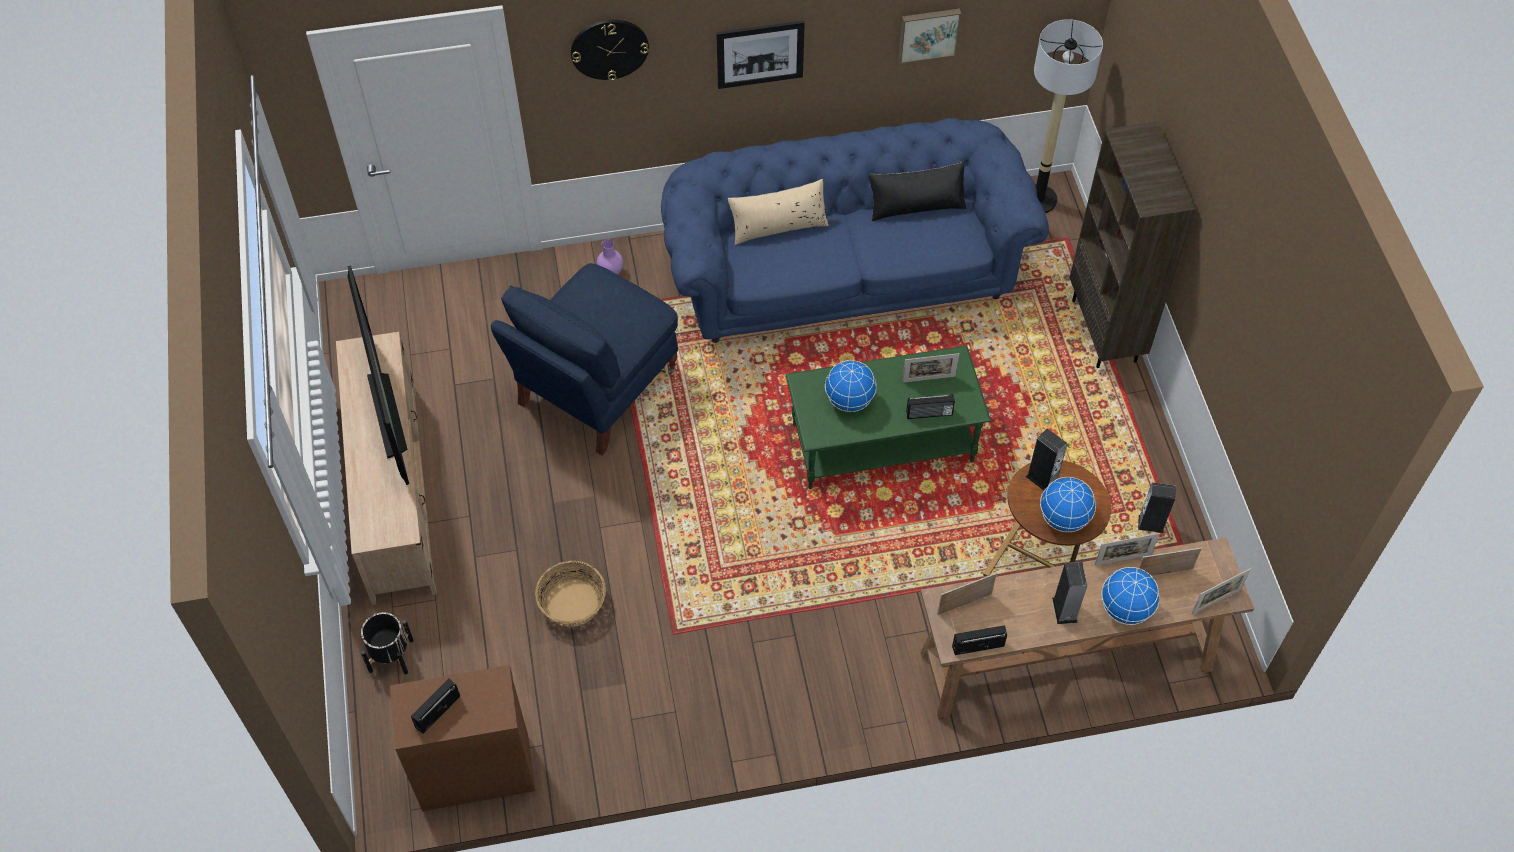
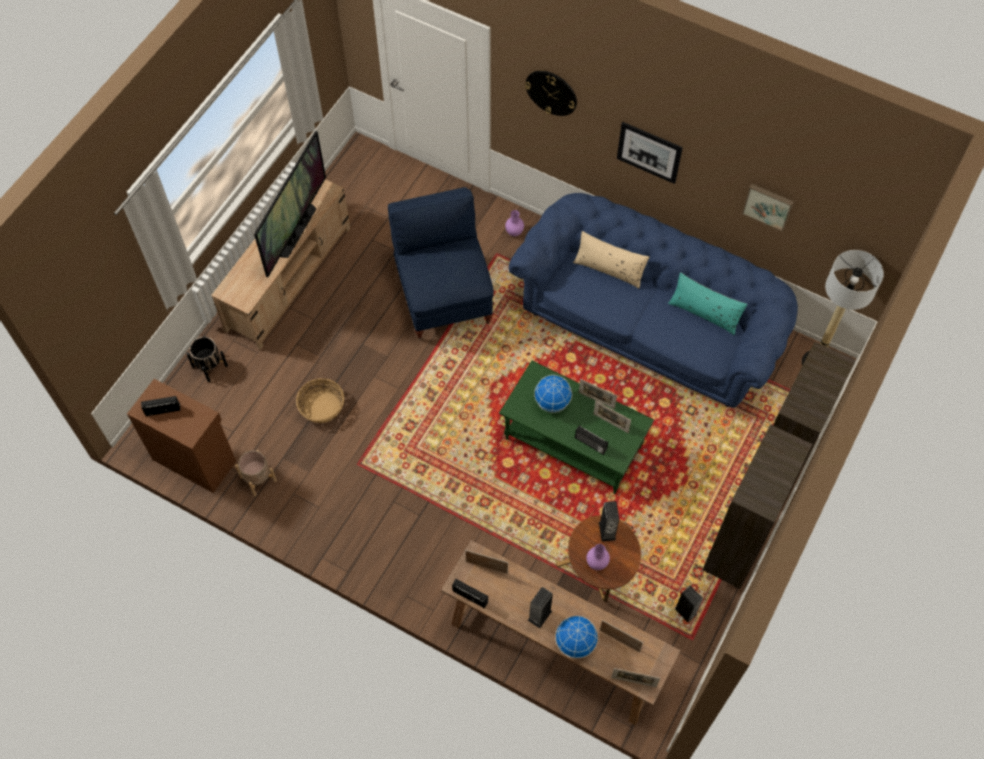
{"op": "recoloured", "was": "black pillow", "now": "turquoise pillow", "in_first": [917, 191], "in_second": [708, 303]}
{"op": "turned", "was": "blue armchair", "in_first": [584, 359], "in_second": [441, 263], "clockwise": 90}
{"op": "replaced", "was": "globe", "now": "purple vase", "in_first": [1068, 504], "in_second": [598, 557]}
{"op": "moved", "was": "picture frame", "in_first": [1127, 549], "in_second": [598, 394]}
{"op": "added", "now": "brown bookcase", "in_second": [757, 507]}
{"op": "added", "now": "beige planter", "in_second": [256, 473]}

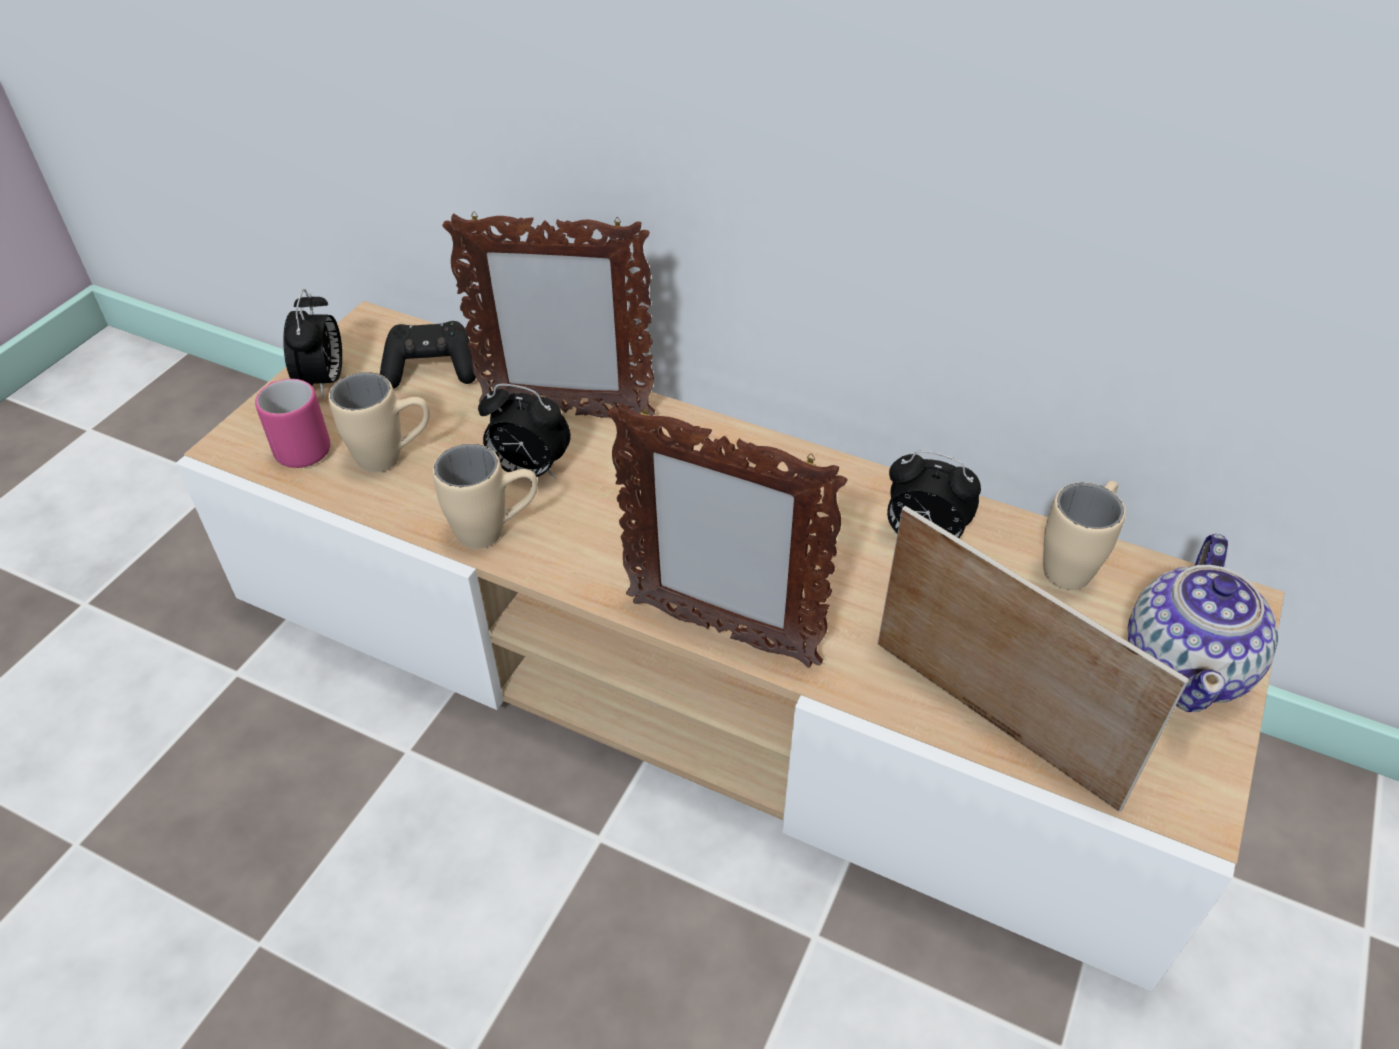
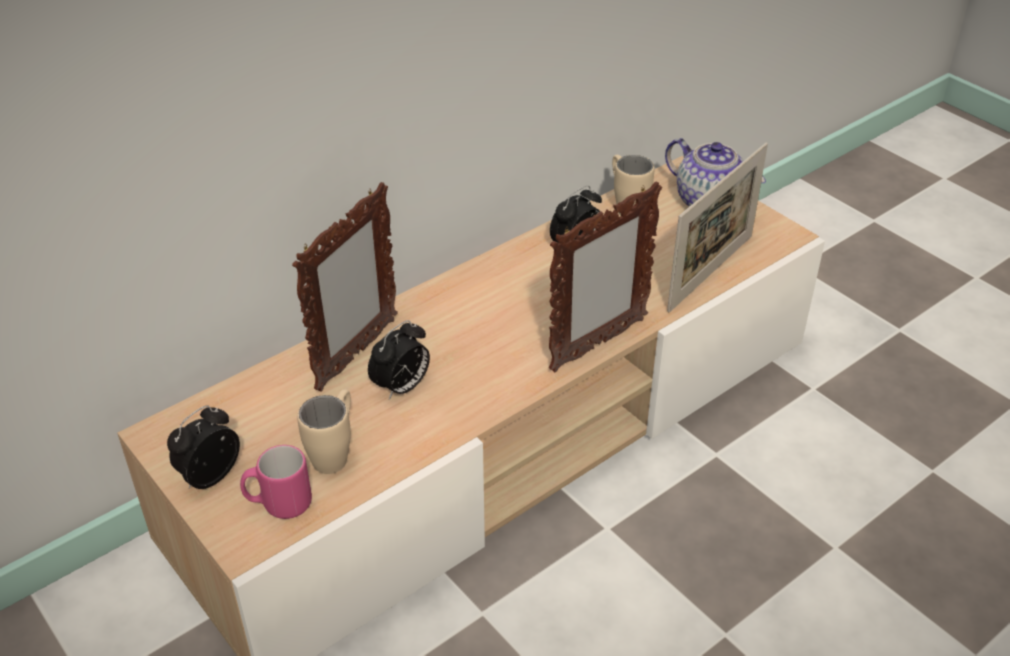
{"op": "turned", "was": "alarm clock", "in_first": [312, 343], "in_second": [203, 447], "clockwise": -75}
{"op": "removed", "was": "black game controller", "in_first": [428, 355]}
{"op": "removed", "was": "beige mug", "in_first": [485, 496]}
{"op": "turned", "was": "picture frame", "in_first": [1033, 658], "in_second": [717, 227], "clockwise": 150}

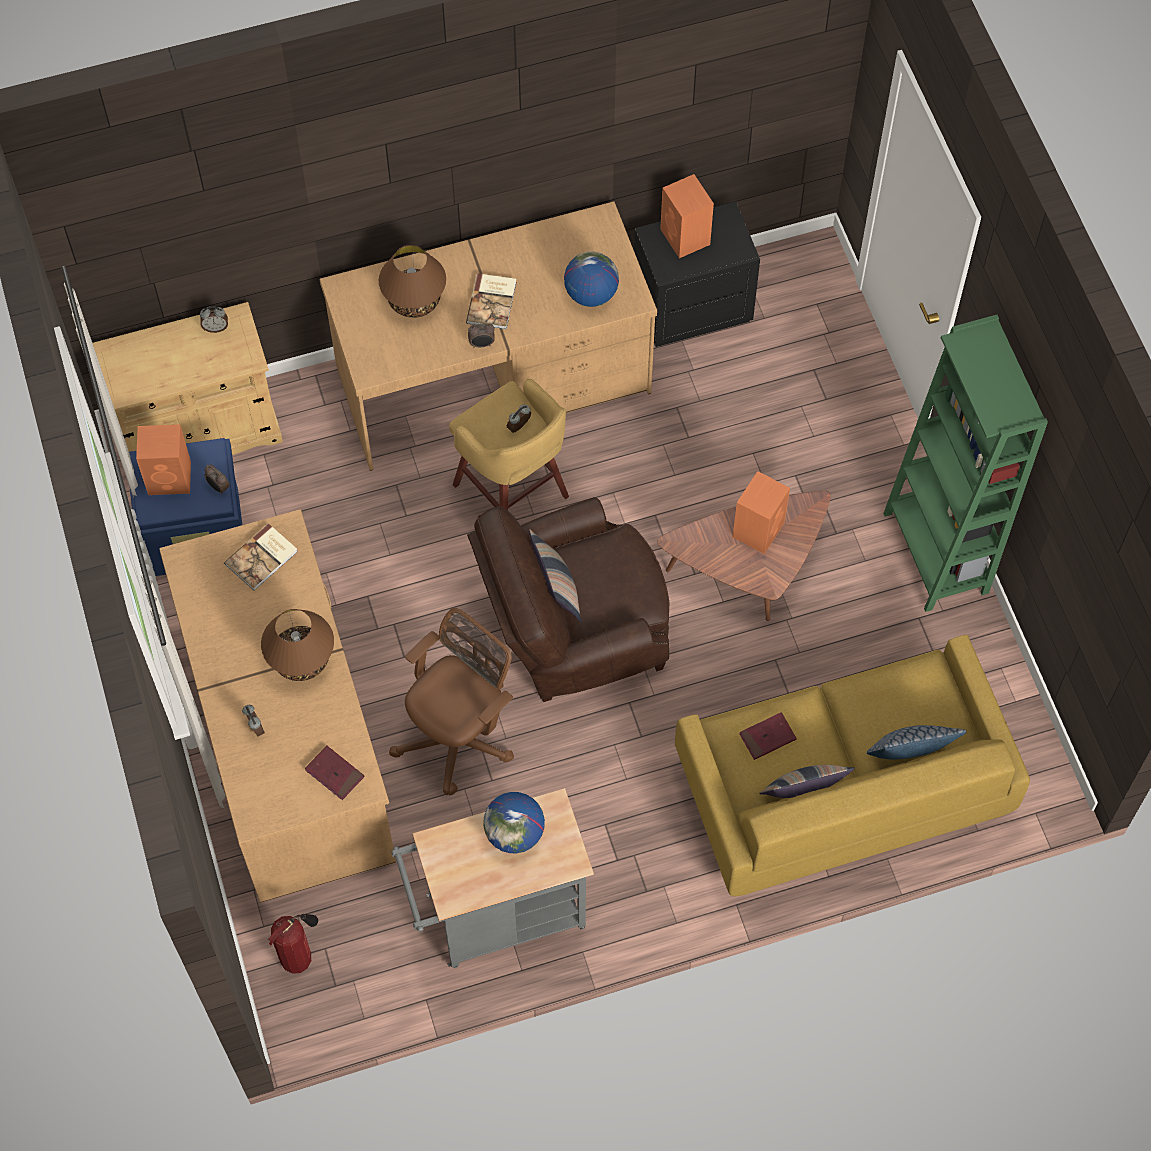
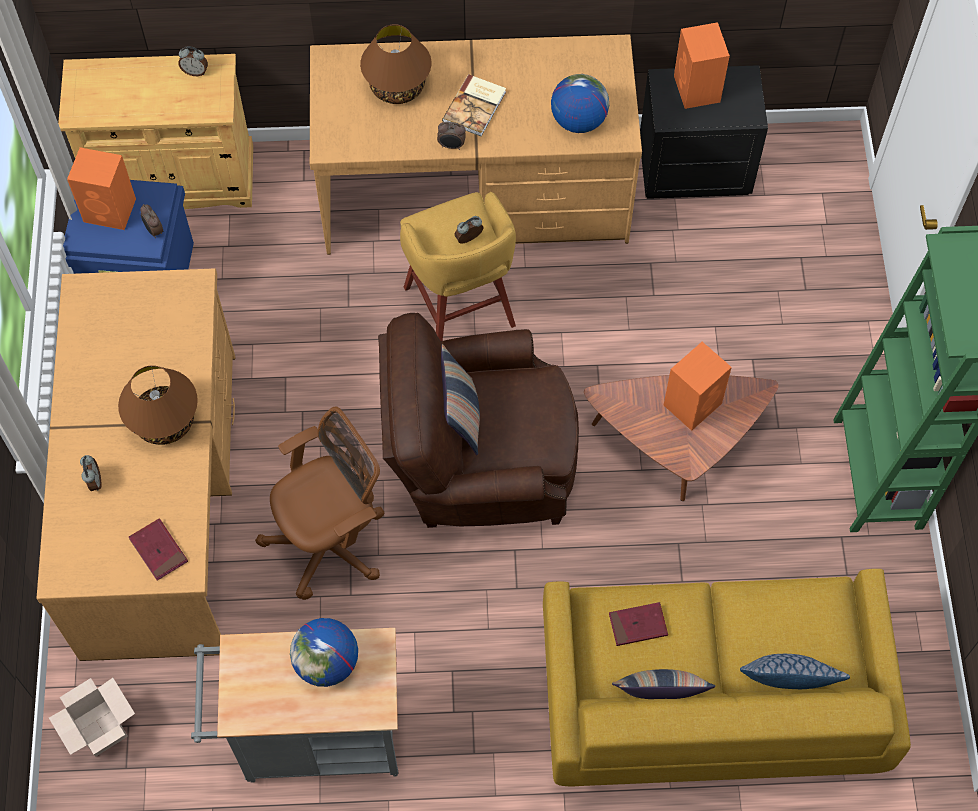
{"op": "removed", "was": "book", "in_first": [261, 557]}
{"op": "replaced", "was": "fire extinguisher", "now": "cardboard box", "in_first": [293, 944], "in_second": [92, 717]}

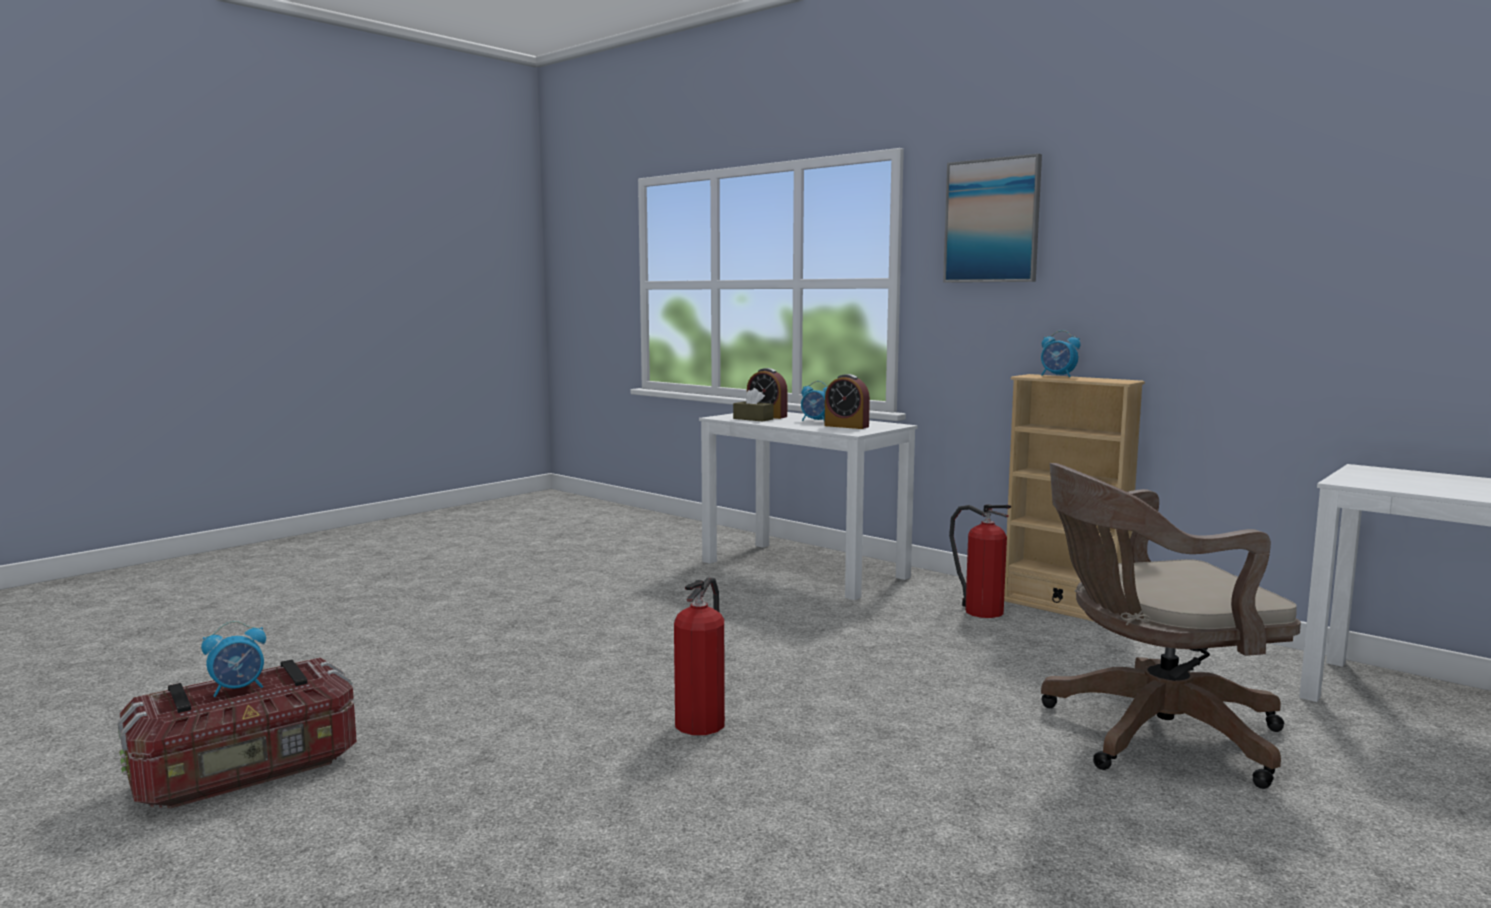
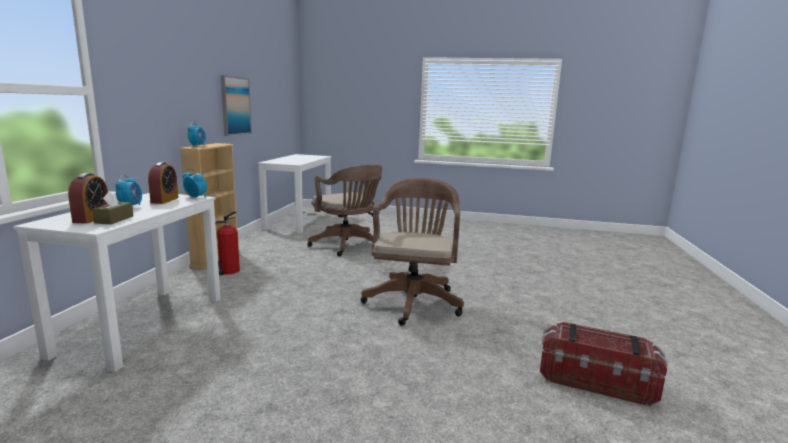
{"op": "moved", "was": "picture", "in_first": [992, 218], "in_second": [236, 105]}
{"op": "replaced", "was": "fire extinguisher", "now": "brown office chair", "in_first": [699, 656], "in_second": [412, 252]}
{"op": "moved", "was": "alarm clock", "in_first": [233, 659], "in_second": [195, 183]}

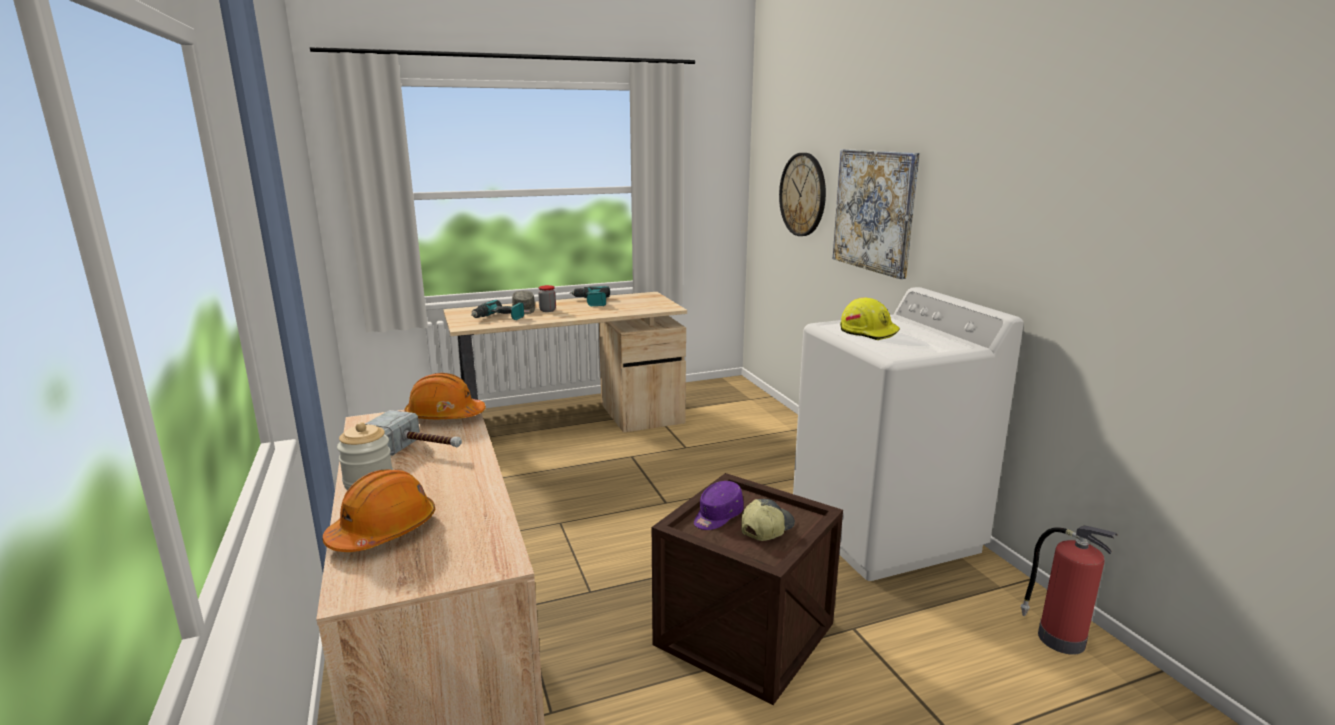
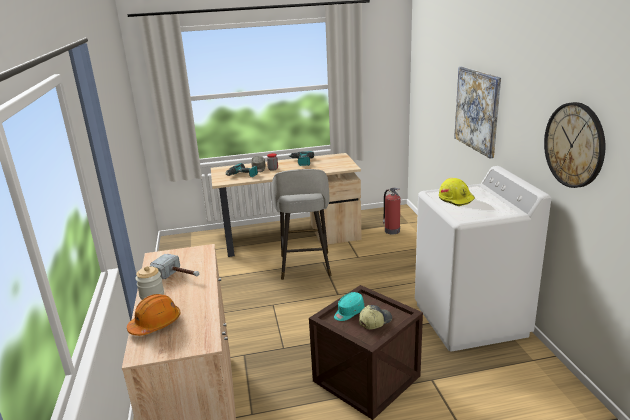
{"op": "moved", "was": "wall clock", "in_first": [802, 194], "in_second": [574, 145]}
{"op": "removed", "was": "orange hard hat", "in_first": [445, 396]}
{"op": "recoloured", "was": "purple cap", "now": "turquoise cap", "in_first": [719, 505], "in_second": [349, 306]}
{"op": "moved", "was": "fire extinguisher", "in_first": [1069, 590], "in_second": [391, 211]}
{"op": "added", "now": "grey stool", "in_second": [302, 224]}

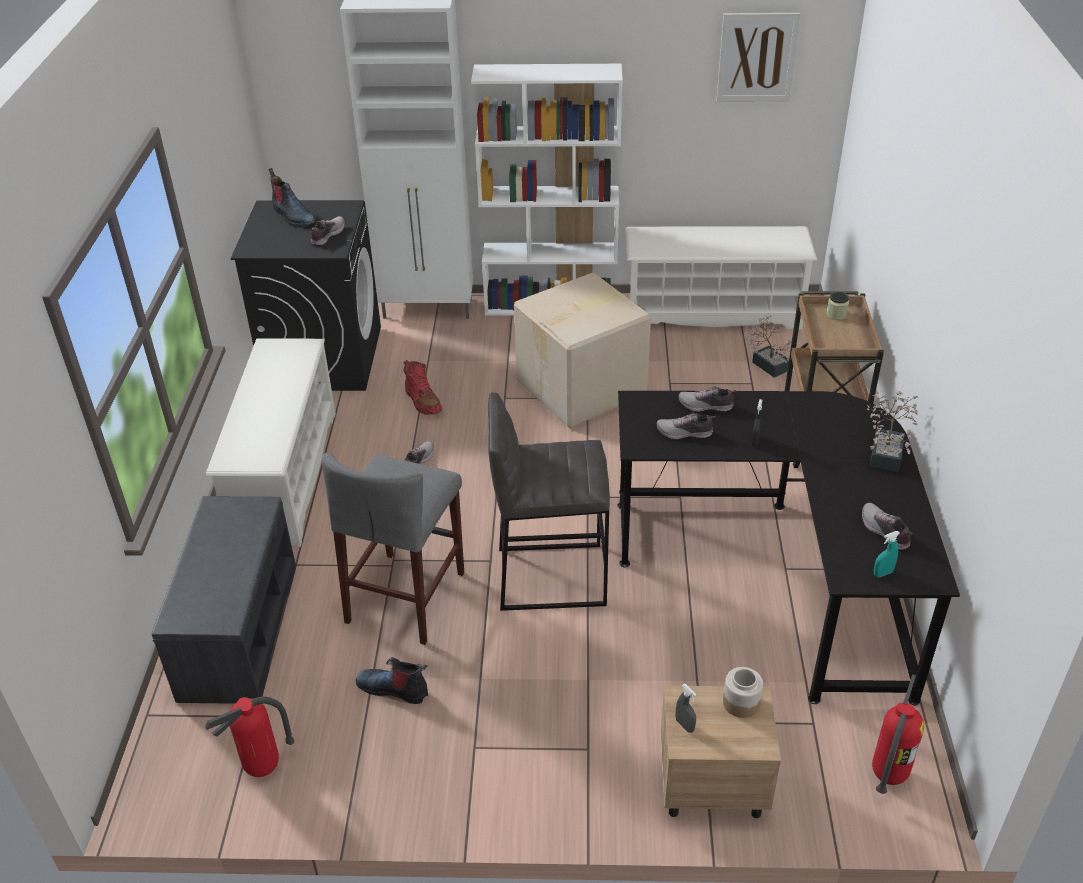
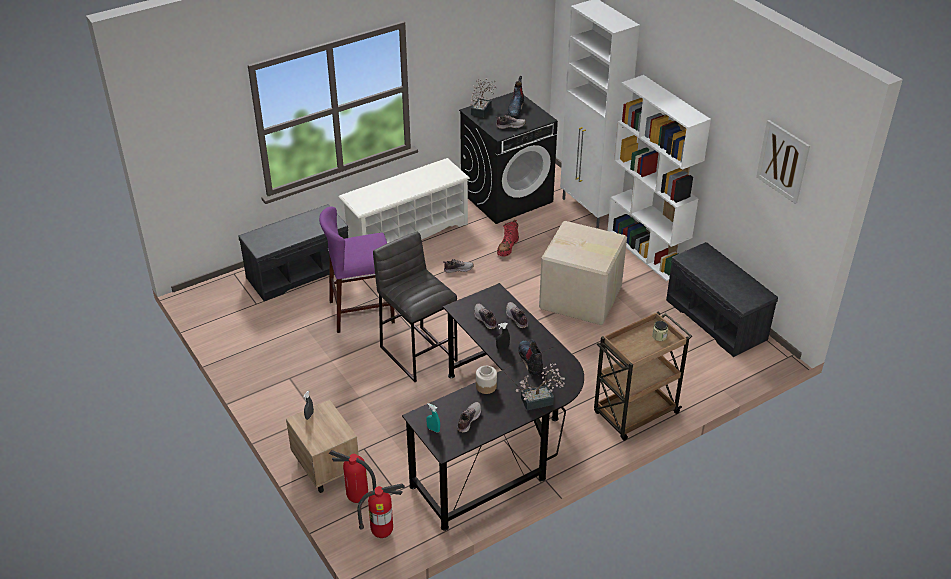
{"op": "replaced", "was": "white shoe rack", "now": "grey bench", "in_first": [721, 278], "in_second": [722, 299]}
{"op": "moved", "was": "potted plant", "in_first": [768, 347], "in_second": [483, 98]}
{"op": "recoloured", "was": "grey stool", "now": "purple stool", "in_first": [393, 548], "in_second": [357, 270]}
{"op": "moved", "was": "boot", "in_first": [392, 680], "in_second": [530, 358]}
{"op": "moved", "was": "jar", "in_first": [743, 692], "in_second": [486, 380]}
{"op": "moved", "was": "fire extinguisher", "in_first": [249, 736], "in_second": [352, 476]}

